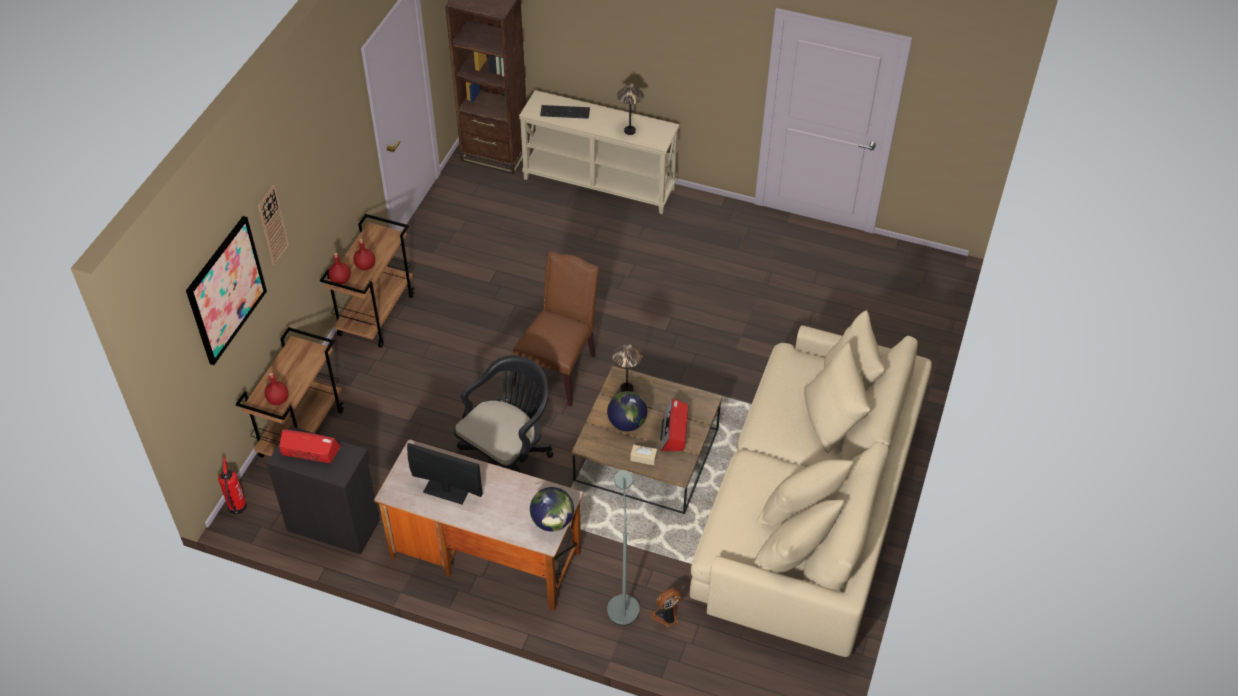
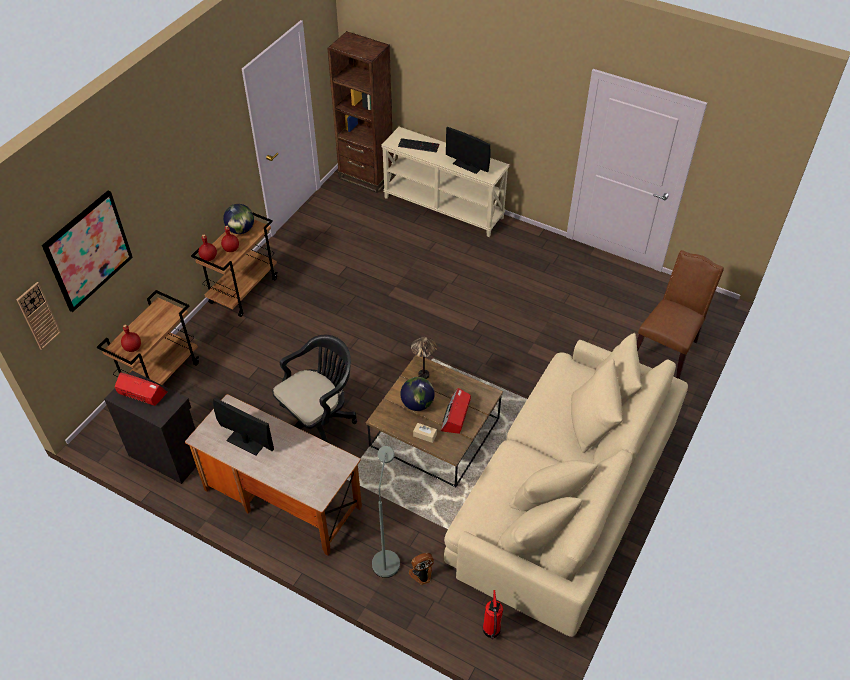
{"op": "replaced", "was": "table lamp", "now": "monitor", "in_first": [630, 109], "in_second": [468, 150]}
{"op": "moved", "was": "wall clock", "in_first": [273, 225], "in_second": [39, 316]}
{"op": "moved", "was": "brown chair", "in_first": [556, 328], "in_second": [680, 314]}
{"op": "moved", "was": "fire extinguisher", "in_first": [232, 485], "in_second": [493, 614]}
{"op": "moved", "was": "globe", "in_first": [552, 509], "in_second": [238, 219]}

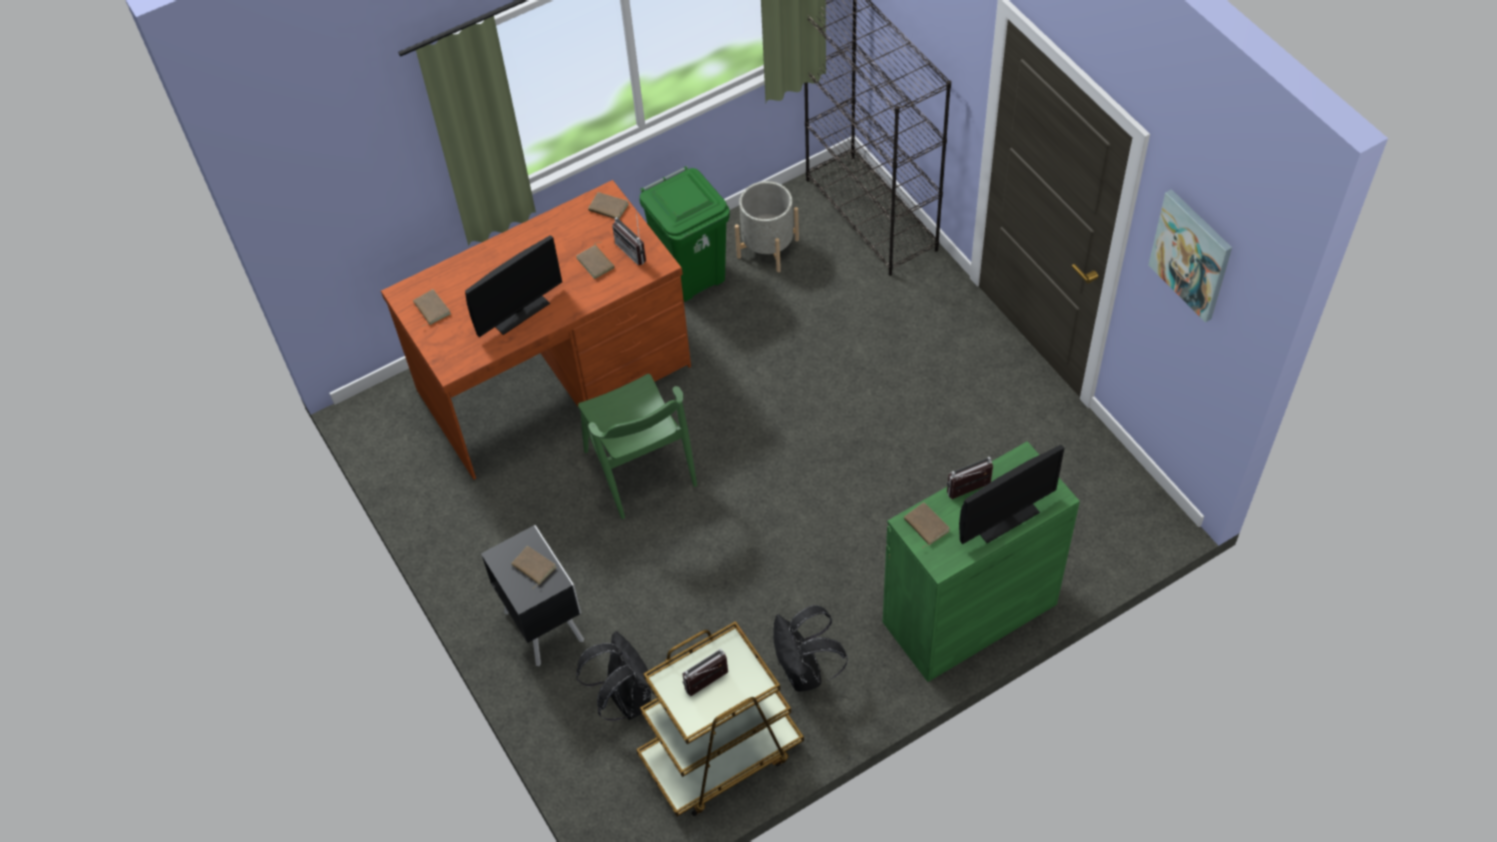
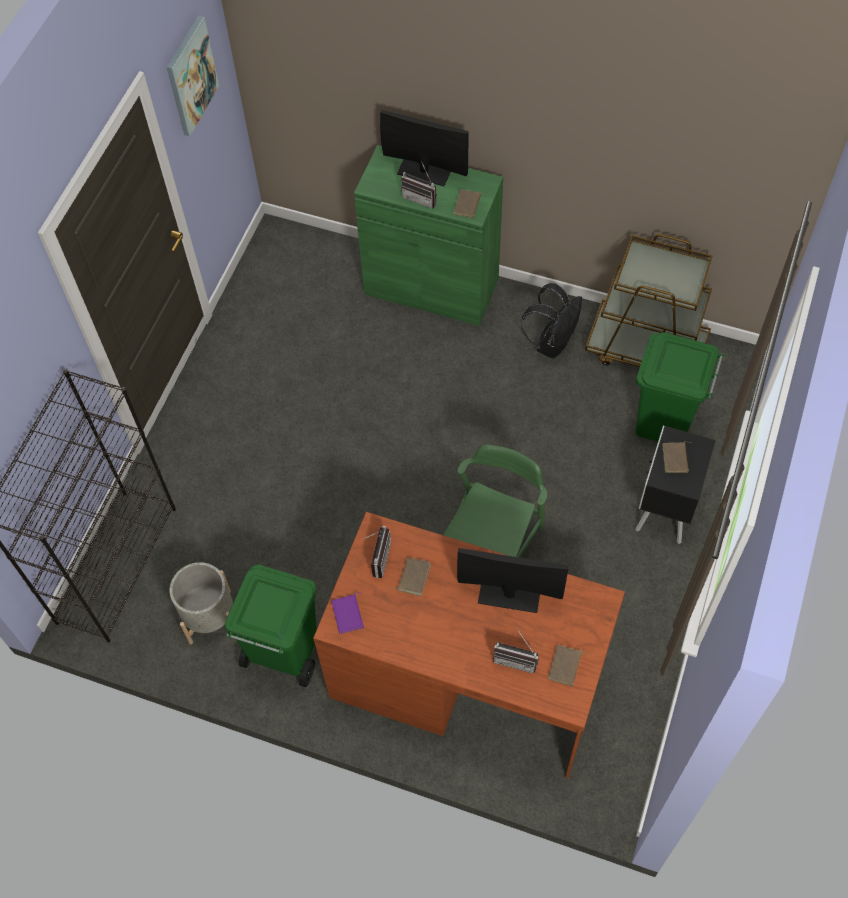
{"op": "recoloured", "was": "brown book", "now": "purple book", "in_first": [608, 205], "in_second": [347, 613]}
{"op": "replaced", "was": "black backpack", "now": "green trash can", "in_first": [615, 676], "in_second": [679, 387]}
{"op": "moved", "was": "radio", "in_first": [705, 672], "in_second": [516, 650]}

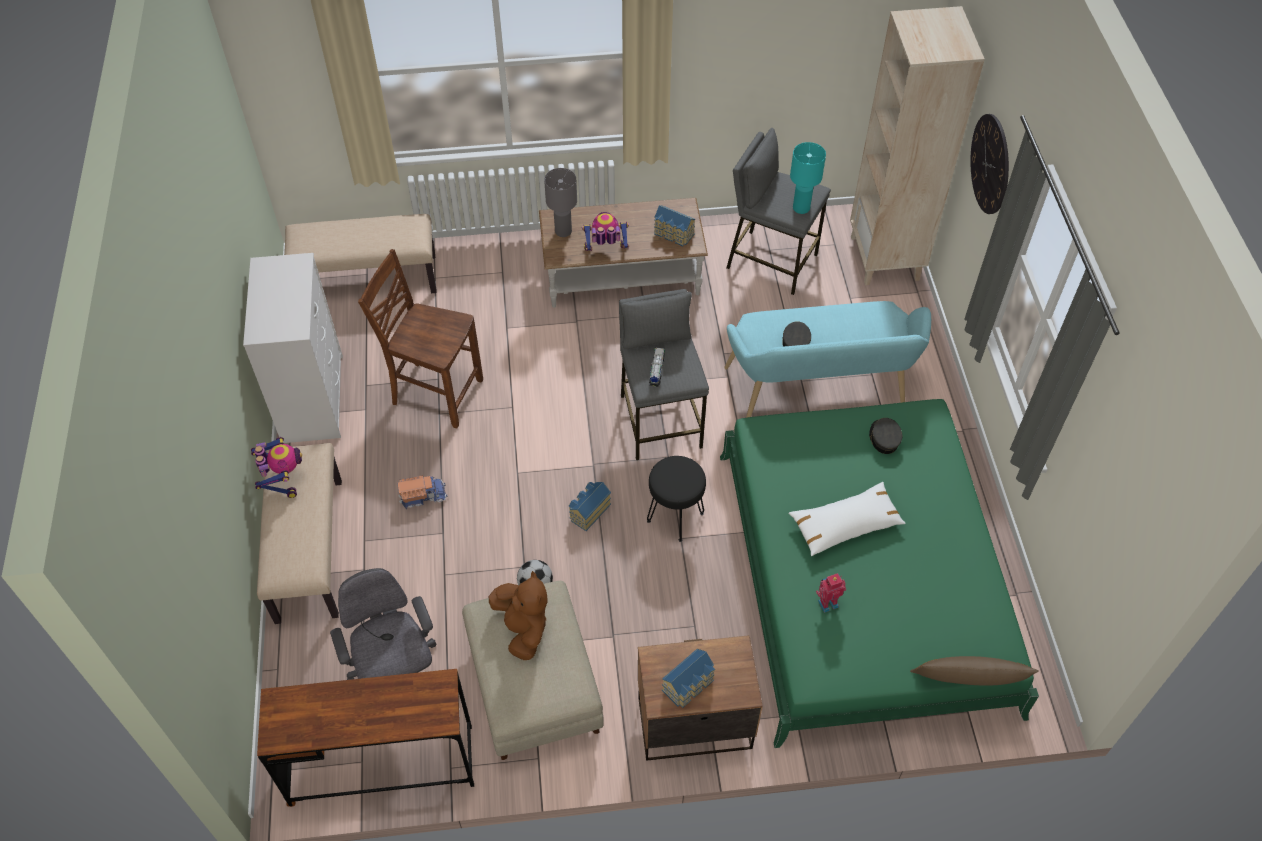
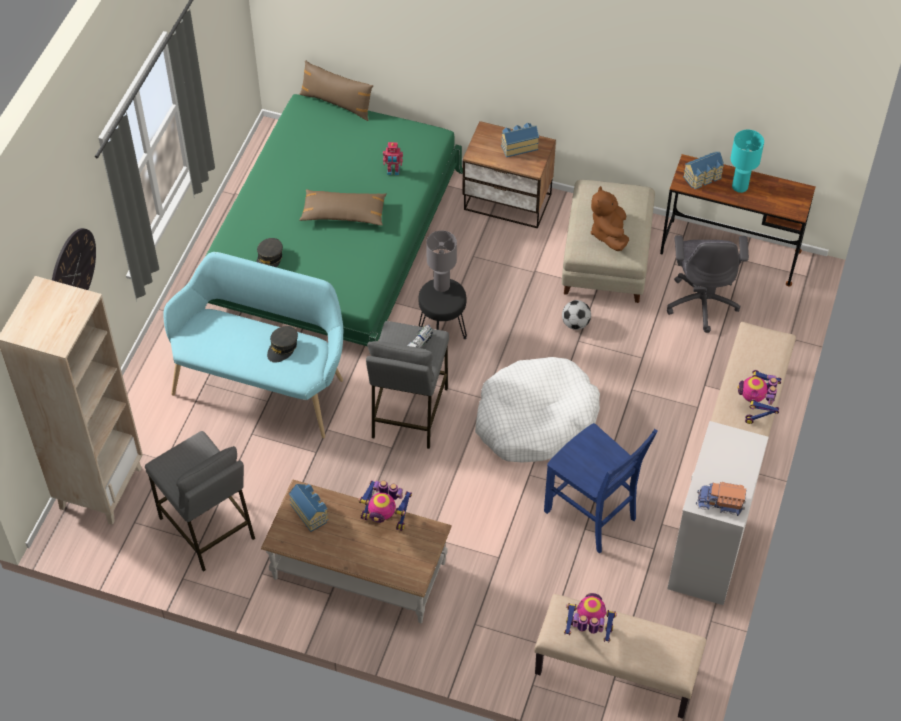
{"op": "moved", "was": "turquoise table lamp", "in_first": [808, 178], "in_second": [747, 161]}
{"op": "moved", "was": "grey table lamp", "in_first": [560, 202], "in_second": [441, 261]}
{"op": "recoloured", "was": "brown chair", "now": "blue chair", "in_first": [420, 338], "in_second": [600, 488]}
{"op": "moved", "was": "toy truck", "in_first": [422, 492], "in_second": [721, 499]}
{"op": "moved", "was": "toy house", "in_first": [589, 506], "in_second": [703, 170]}
{"op": "recoloured", "was": "white pillow", "now": "brown pillow", "in_first": [847, 519], "in_second": [343, 207]}
{"op": "added", "now": "white dog bed", "in_second": [537, 409]}
{"op": "added", "now": "toy robot", "in_second": [590, 618]}

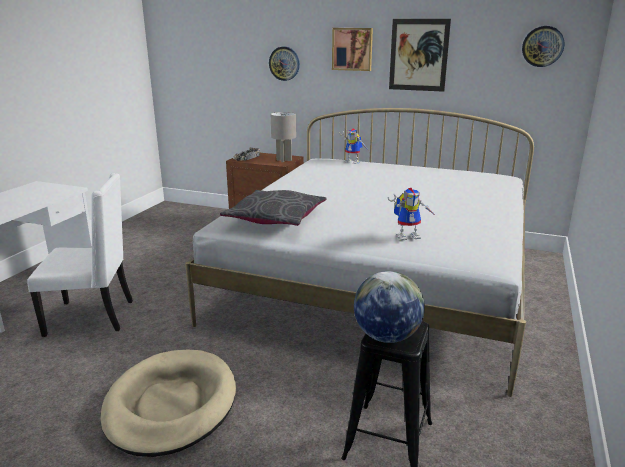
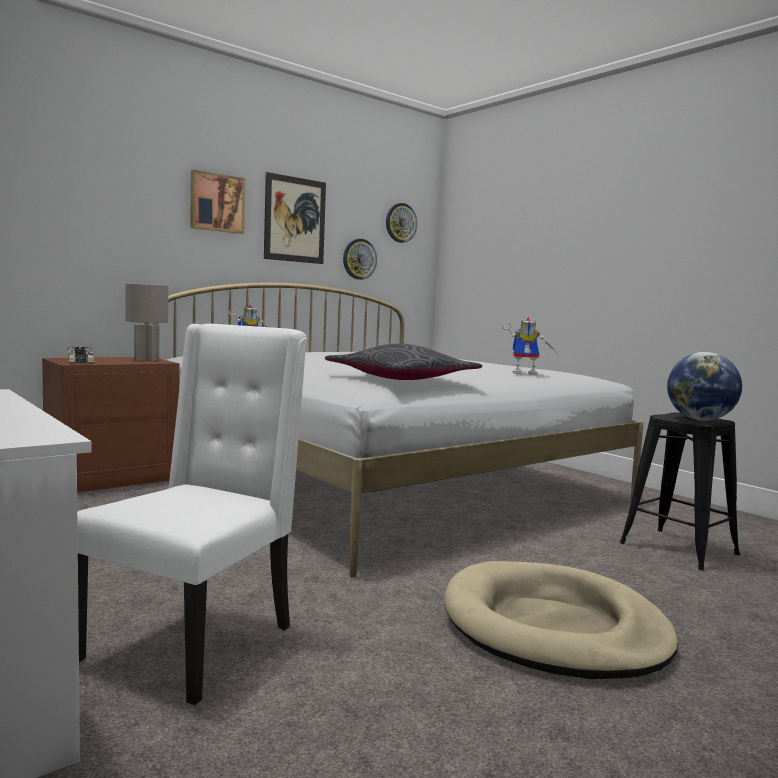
{"op": "moved", "was": "wall clock", "in_first": [284, 64], "in_second": [360, 259]}
{"op": "turned", "was": "toy robot", "in_first": [412, 214], "in_second": [529, 346], "clockwise": 75}

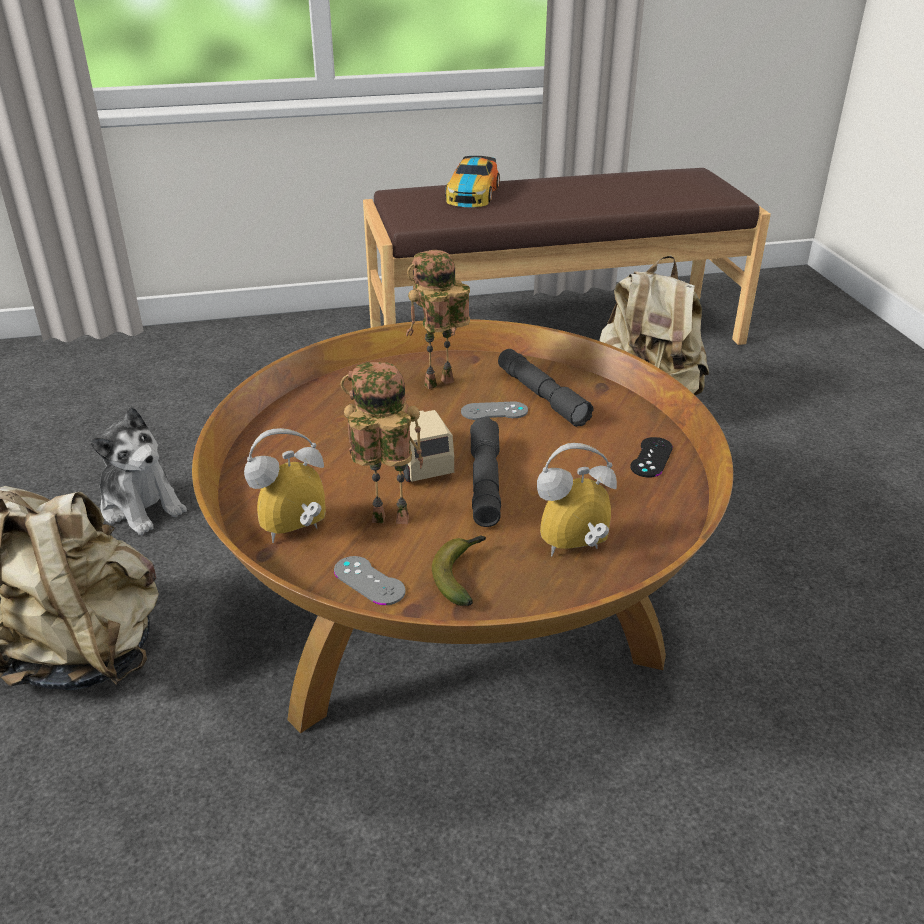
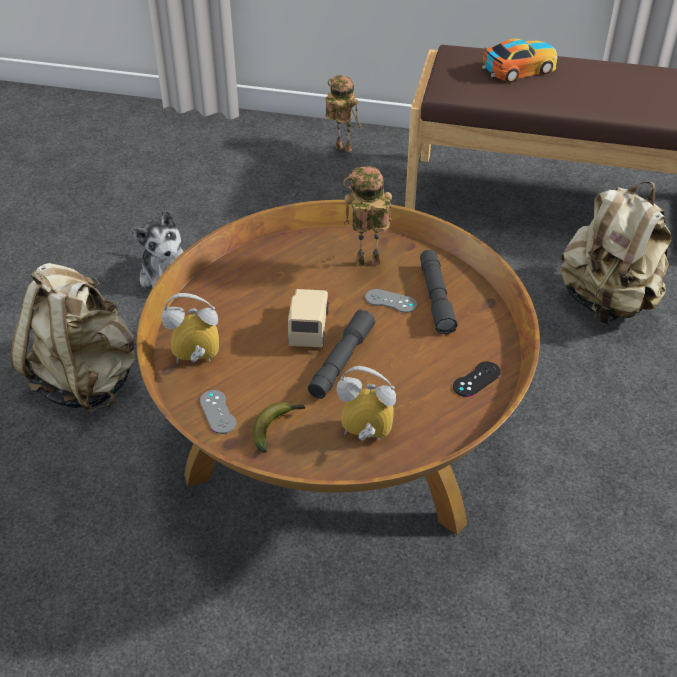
{"op": "turned", "was": "toy car", "in_first": [472, 181], "in_second": [519, 60], "clockwise": -150}
{"op": "moved", "was": "toy robot", "in_first": [381, 443], "in_second": [343, 113]}

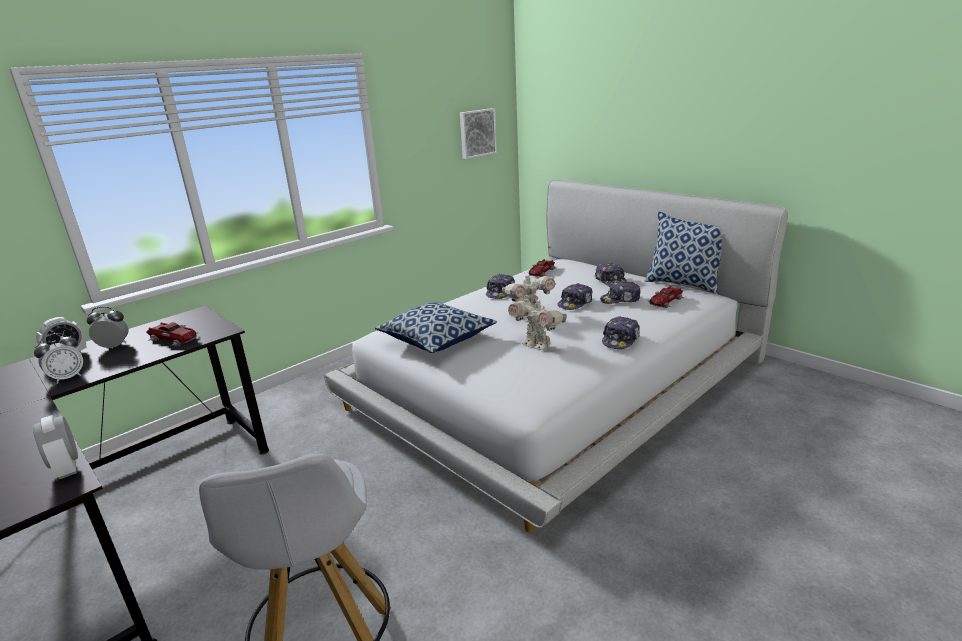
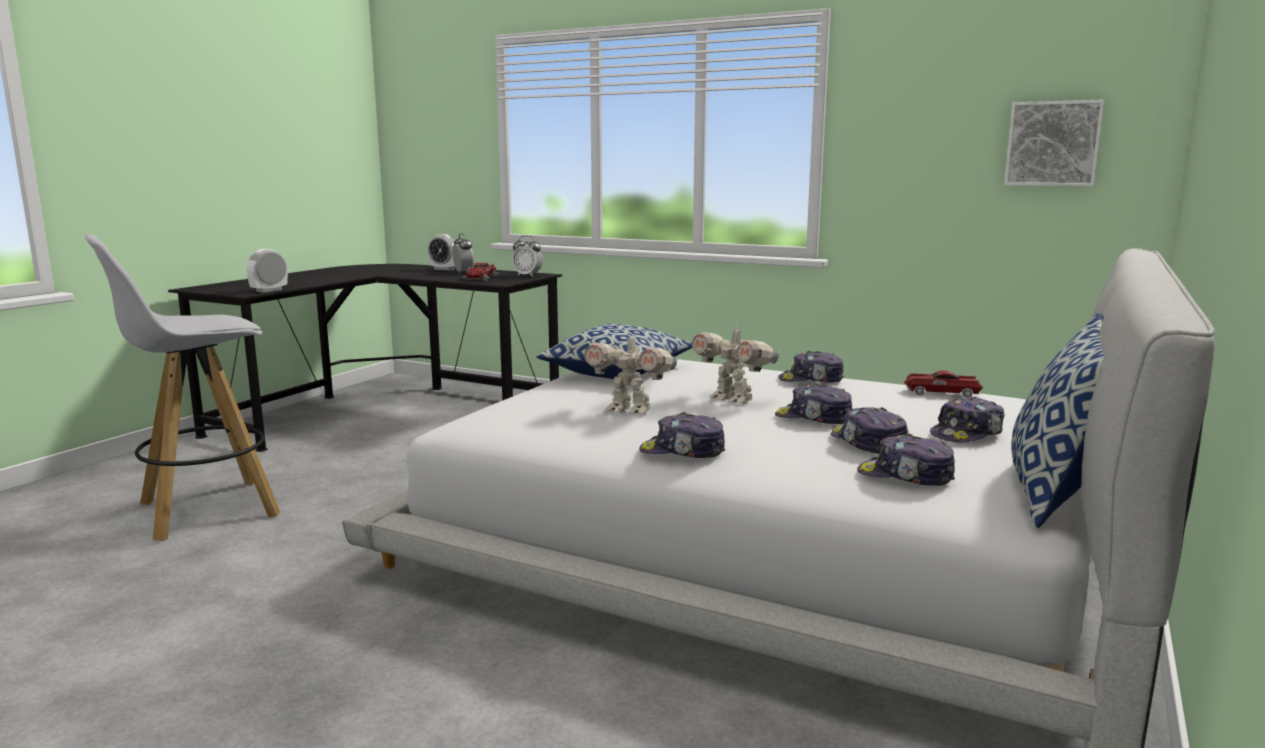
{"op": "replaced", "was": "toy car", "now": "cap", "in_first": [665, 297], "in_second": [906, 460]}
{"op": "turned", "was": "toy robot", "in_first": [537, 322], "in_second": [630, 373], "clockwise": -90}
{"op": "moved", "was": "alarm clock", "in_first": [58, 358], "in_second": [527, 256]}

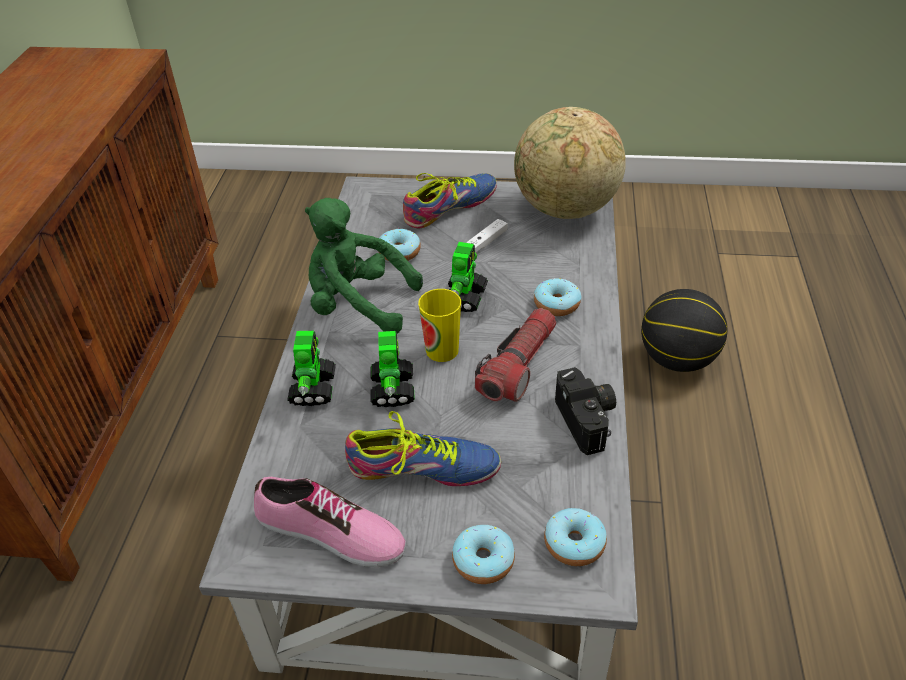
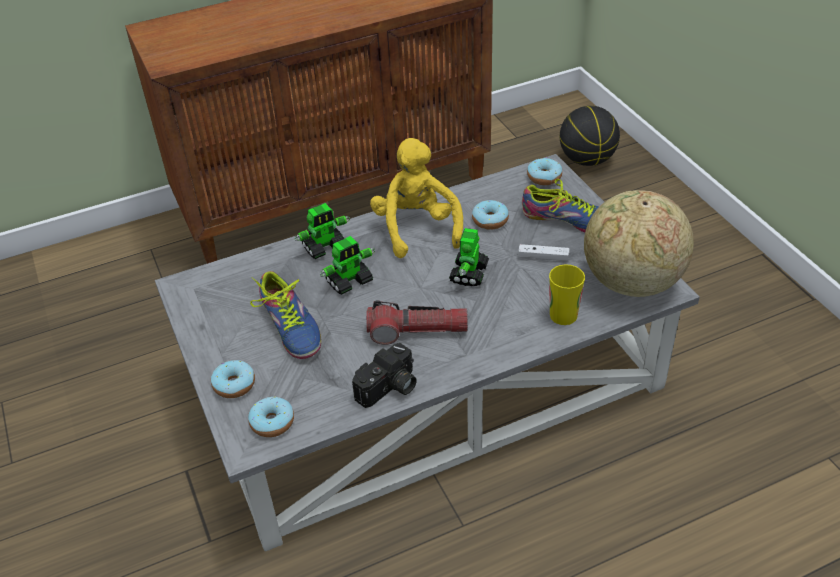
{"op": "recoloured", "was": "green plush toy", "now": "yellow plush toy", "in_first": [364, 266], "in_second": [416, 198]}
{"op": "turned", "was": "toy robot", "in_first": [468, 277], "in_second": [469, 257], "clockwise": 120}
{"op": "moved", "was": "donut", "in_first": [557, 297], "in_second": [544, 171]}
{"op": "moved", "was": "cup", "in_first": [439, 325], "in_second": [567, 294]}
{"op": "moved", "was": "basketball", "in_first": [684, 330], "in_second": [590, 136]}
{"op": "removed", "was": "shoe", "in_first": [330, 522]}

